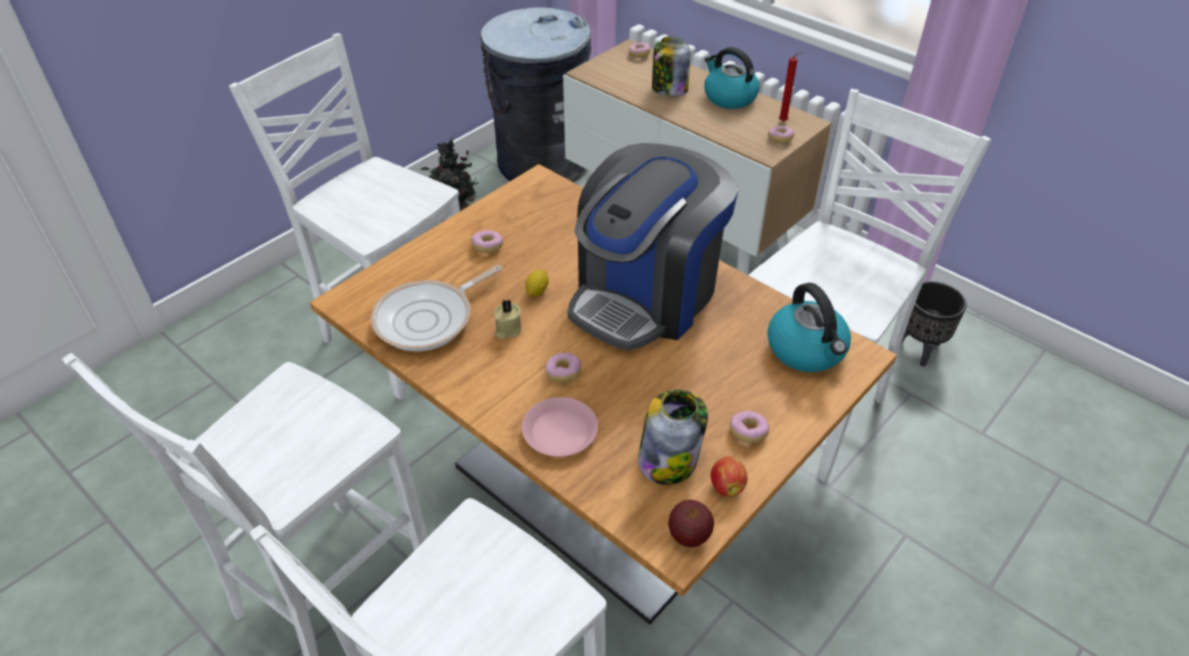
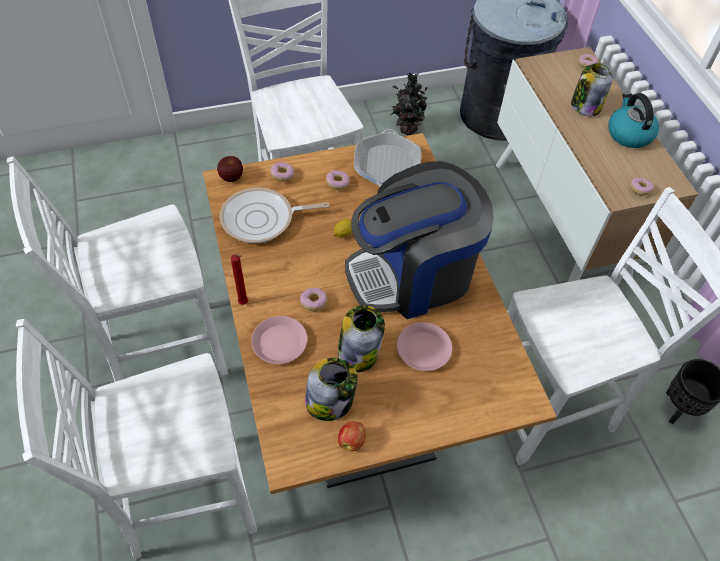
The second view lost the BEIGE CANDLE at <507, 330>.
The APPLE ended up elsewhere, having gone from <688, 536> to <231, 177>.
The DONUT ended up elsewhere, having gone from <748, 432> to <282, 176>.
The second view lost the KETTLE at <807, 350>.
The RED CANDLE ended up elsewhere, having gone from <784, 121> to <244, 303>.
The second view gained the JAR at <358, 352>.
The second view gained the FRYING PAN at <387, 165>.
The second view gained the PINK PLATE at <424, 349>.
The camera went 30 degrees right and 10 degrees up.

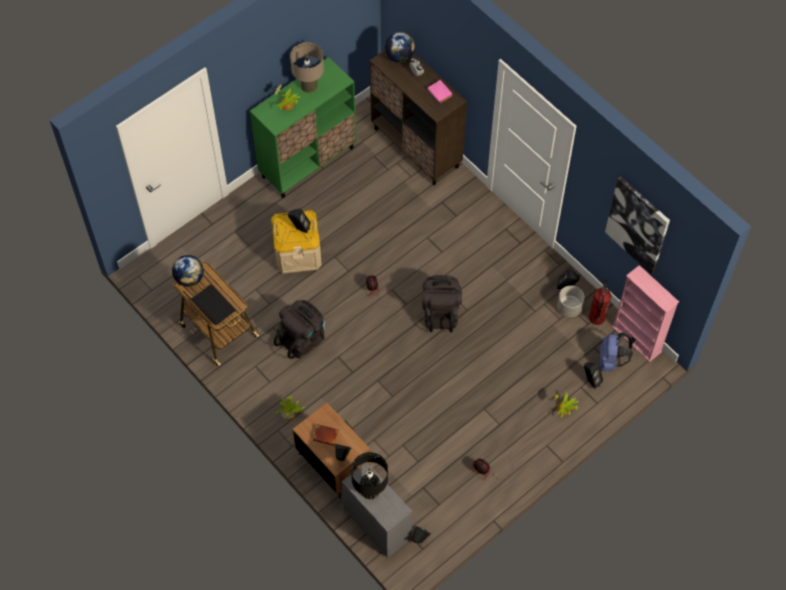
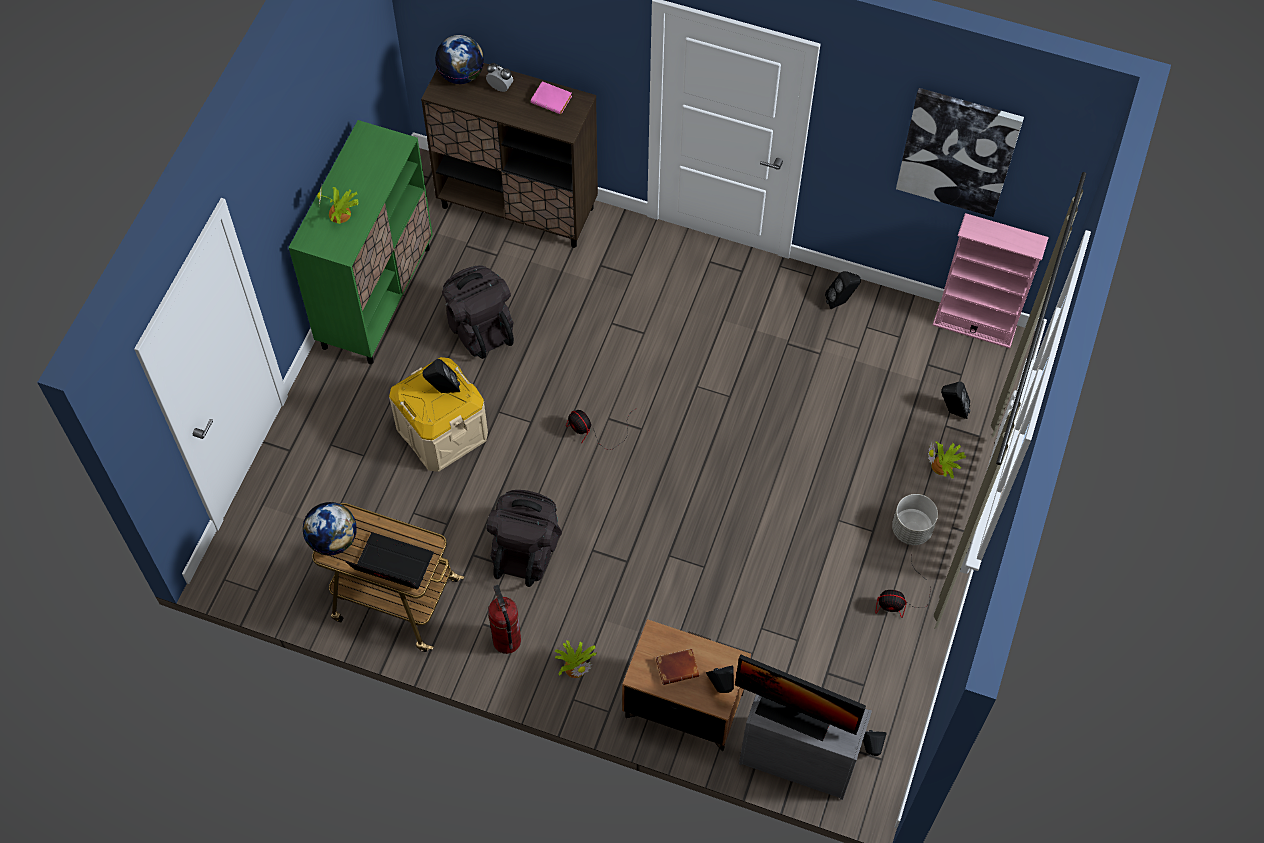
The second view lost the BEIGE TABLE LAMP at <309, 85>.
Where the BLACK TABLE LAMP stood at <370, 490>, the MONITOR came to stand at <794, 713>.
The BLACK BACKPACK ended up elsewhere, having gone from <440, 312> to <480, 328>.
The GREY PLANTER ended up elsewhere, having gone from <569, 308> to <912, 529>.
The FIRE EXTINGUISHER ended up elsewhere, having gone from <597, 317> to <507, 640>.
The second view lost the BLUE BACKPACK at <611, 361>.
The camera went 30 degrees left and 0 degrees up.

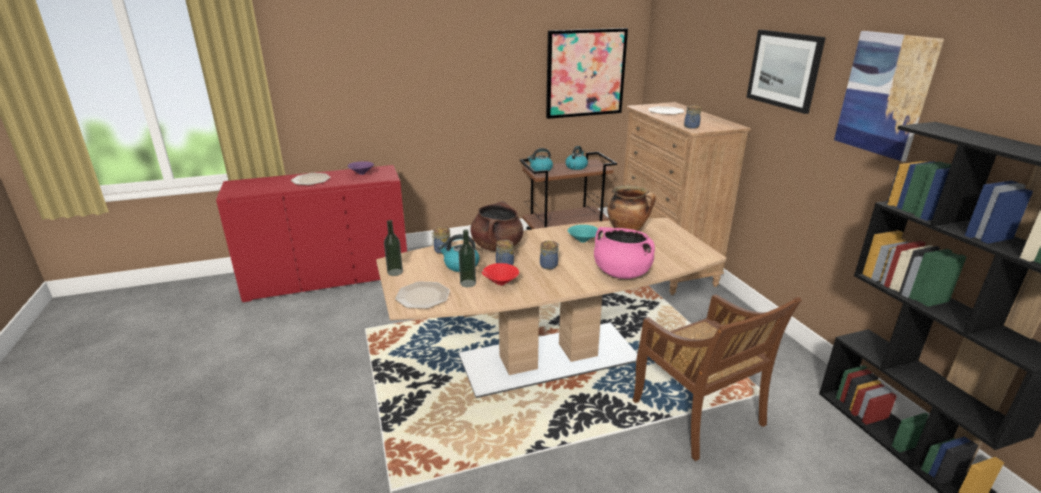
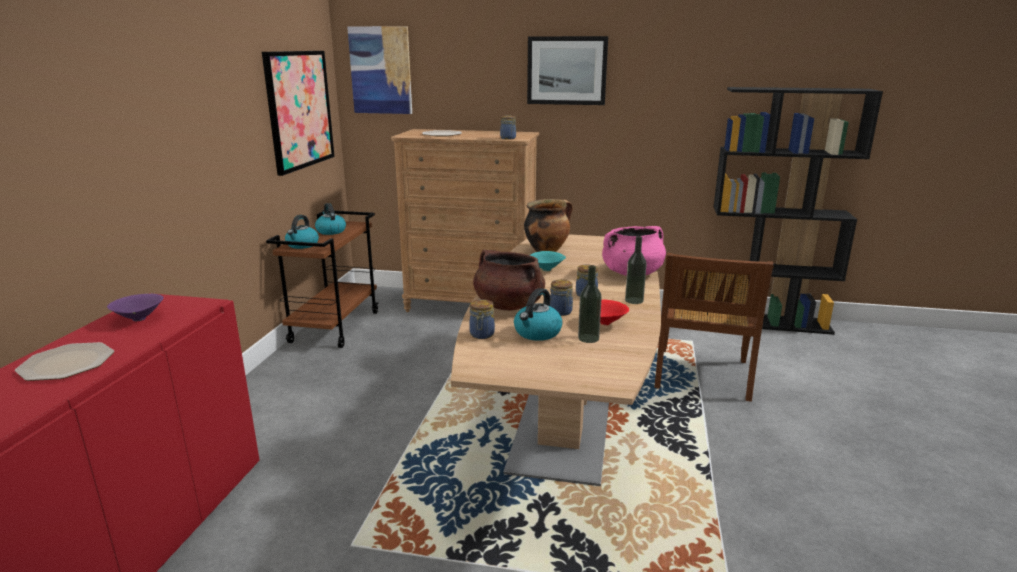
The BOTTLE ended up elsewhere, having gone from <395, 272> to <634, 300>.
The second view lost the PLATE at <422, 296>.
The BROWN CHAIR at <699, 415> ended up facing another way, 105 degrees clockwise from before.
The PICTURE ended up elsewhere, having gone from <884, 94> to <381, 70>.
The camera went 60 degrees left and 5 degrees down.

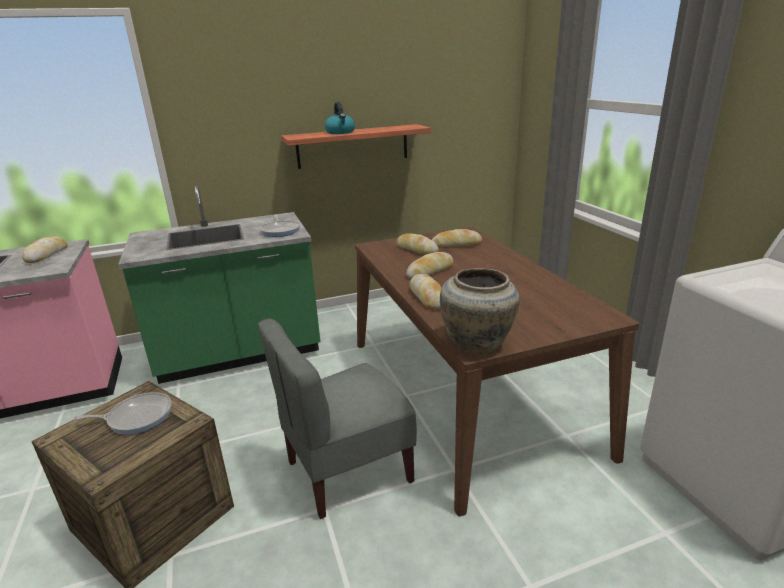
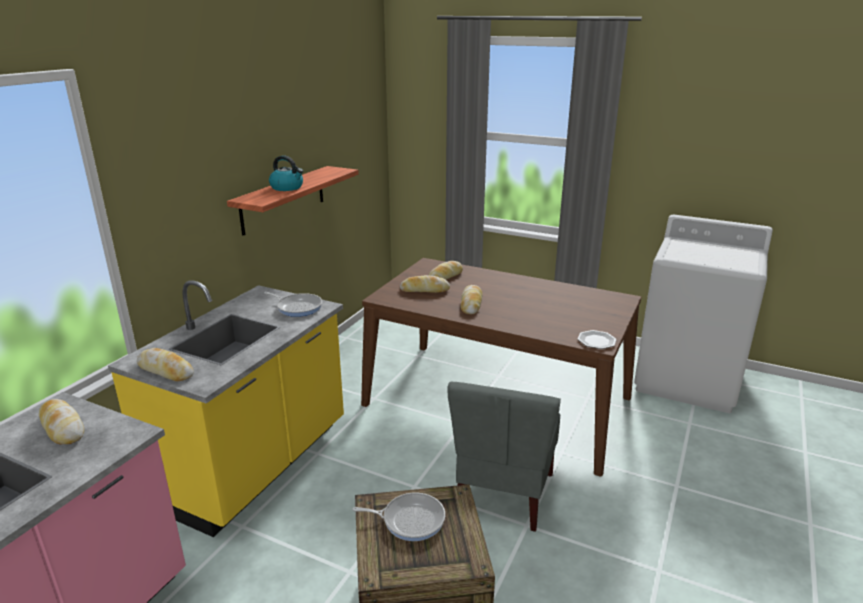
The FRYING PAN at <137, 417> ended up facing another way, 60 degrees clockwise from before.
What was the GREEN COUNTER at <240, 353> turned into the YELLOW COUNTER at <255, 465>.
The BREAD ended up elsewhere, having gone from <427, 297> to <166, 370>.
Where the BEIGE VASE stood at <478, 344>, the PLATE came to stand at <597, 341>.
The camera went 45 degrees left and 0 degrees up.

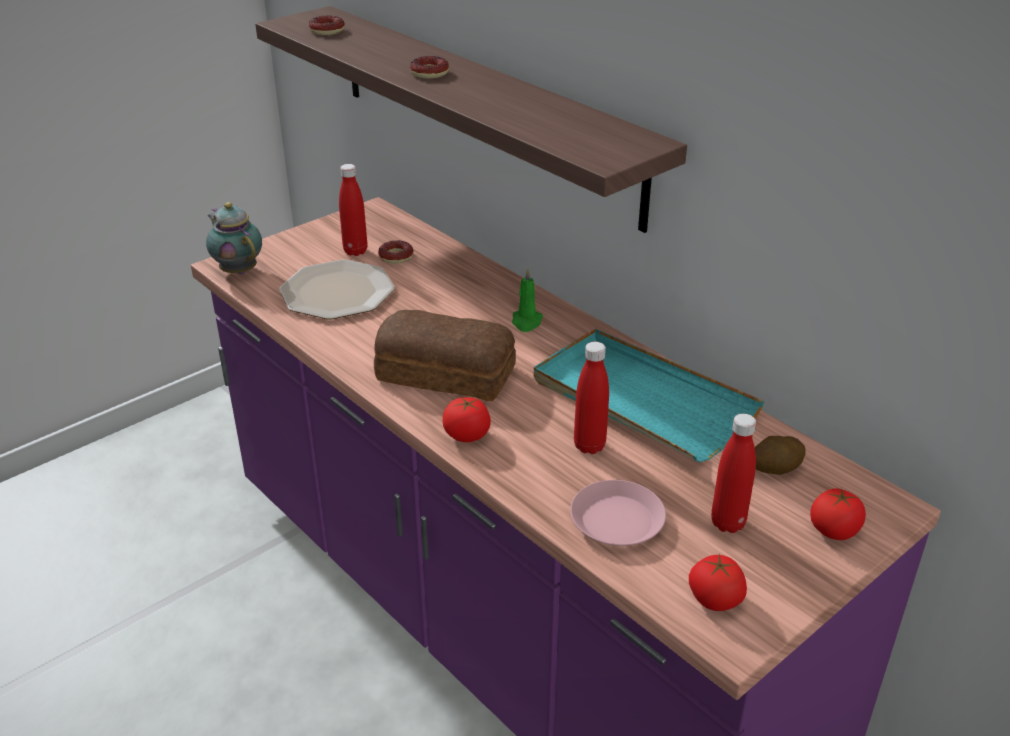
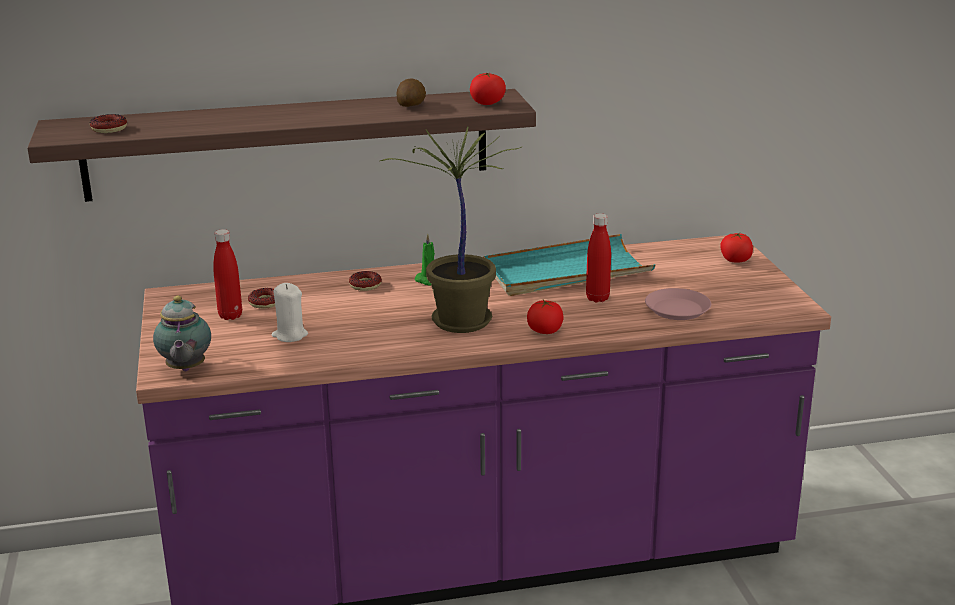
The TEAPOT at <238, 270> ended up facing another way, 90 degrees counterclockwise from before.
Where the PLATE stood at <338, 292>, the WHITE CANDLE came to stand at <290, 335>.
Where the BREAD stood at <444, 372>, the POTTED PLANT came to stand at <459, 321>.
The DONUT ended up elsewhere, having gone from <429, 73> to <365, 285>.
The TOMATO ended up elsewhere, having gone from <715, 599> to <487, 103>.
The second view lost the RED BOTTLE at <727, 523>.
The POTATO ended up elsewhere, having gone from <774, 469> to <411, 106>.
The camera went 60 degrees left and 10 degrees down.

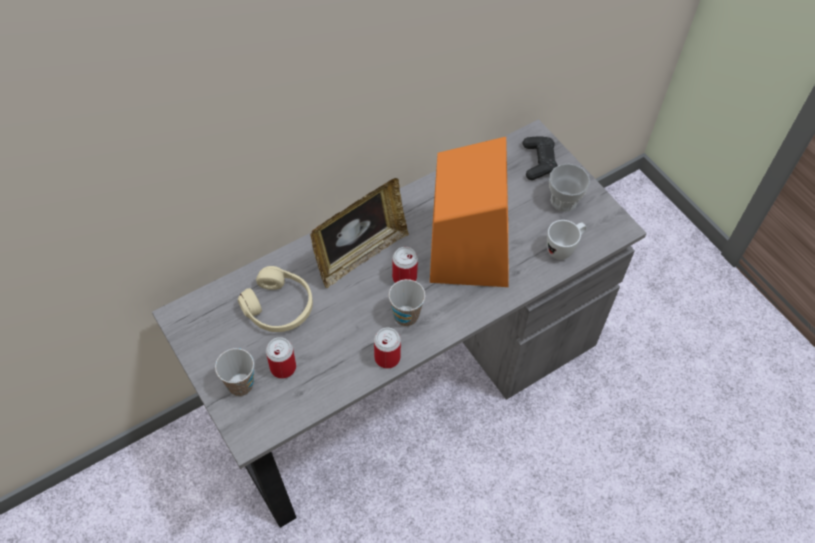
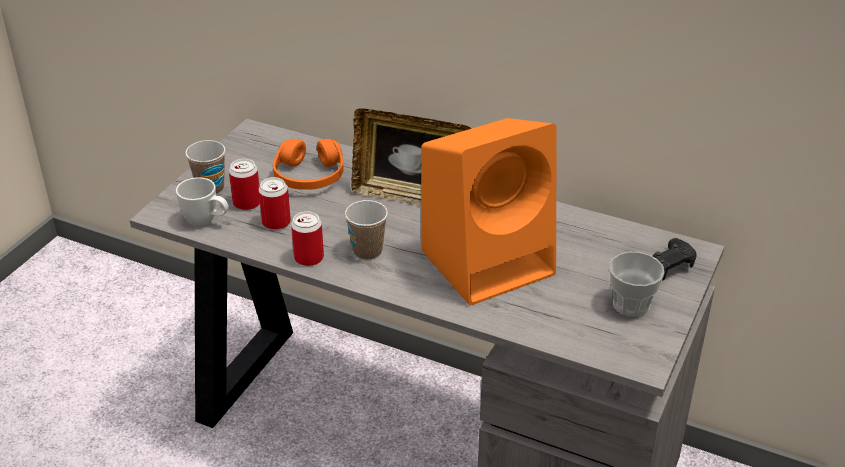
What was the BEIGE HEADPHONES at <279, 307> turned into the ORANGE HEADPHONES at <309, 176>.
The CAN ended up elsewhere, having gone from <404, 277> to <276, 222>.
The WHITE MUG ended up elsewhere, having gone from <563, 248> to <207, 221>.
The camera went 60 degrees right and 20 degrees down.

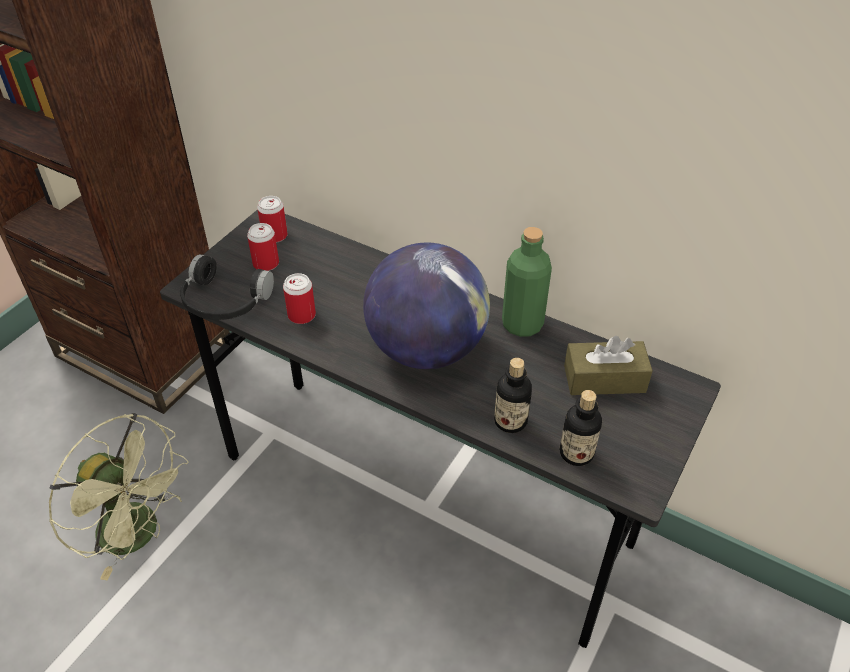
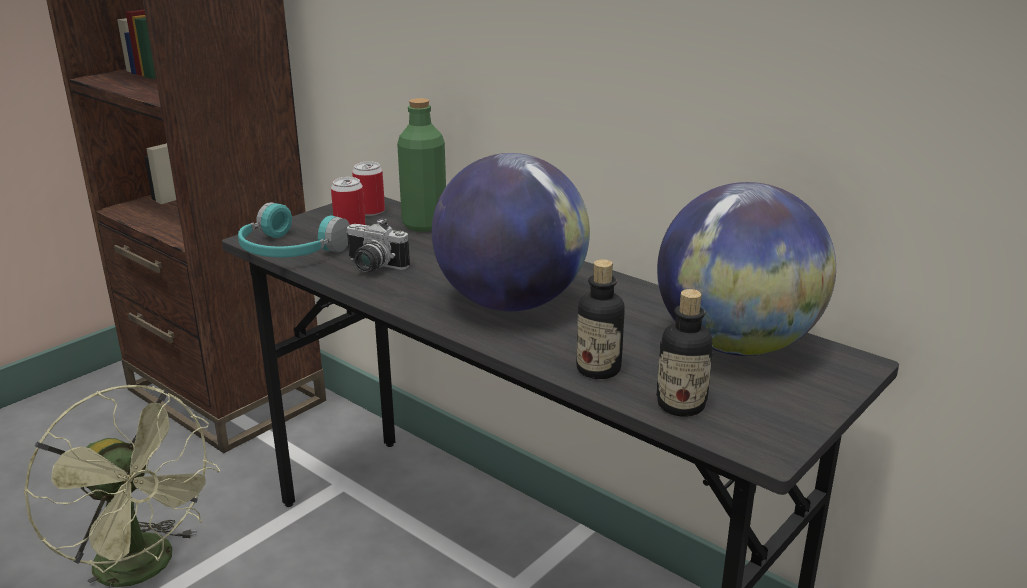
What was the BLACK HEADPHONES at <223, 302> turned into the TURQUOISE HEADPHONES at <288, 251>.
Where the CAN stood at <301, 315>, the PHOTO CAMERA came to stand at <372, 267>.
The GREEN BOTTLE ended up elsewhere, having gone from <522, 324> to <424, 225>.
Where the BROWN TISSUE BOX stood at <604, 379>, the GLOBE came to stand at <736, 345>.
The camera went 10 degrees right and 20 degrees down.

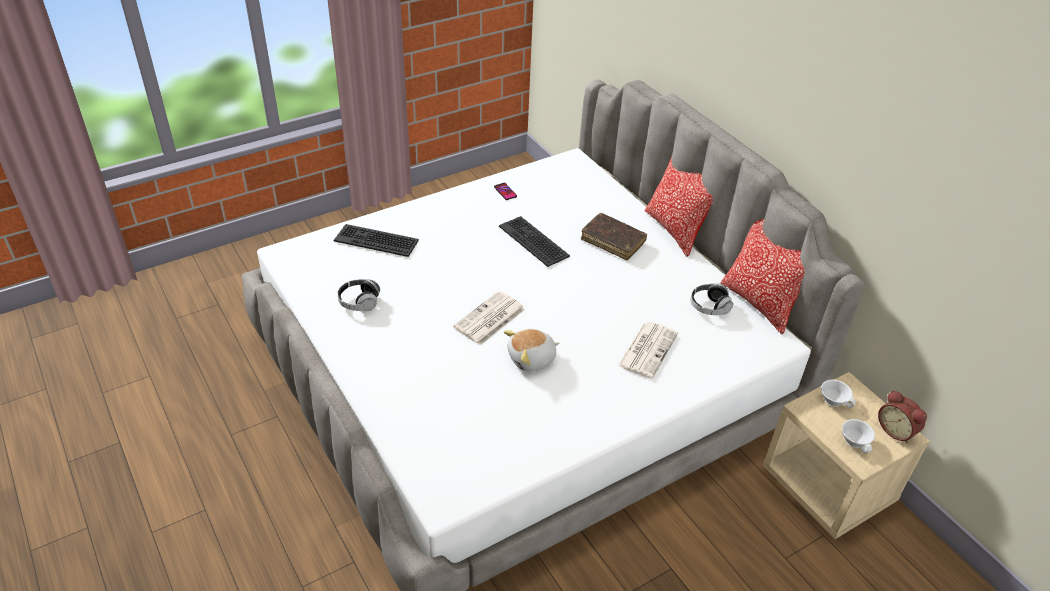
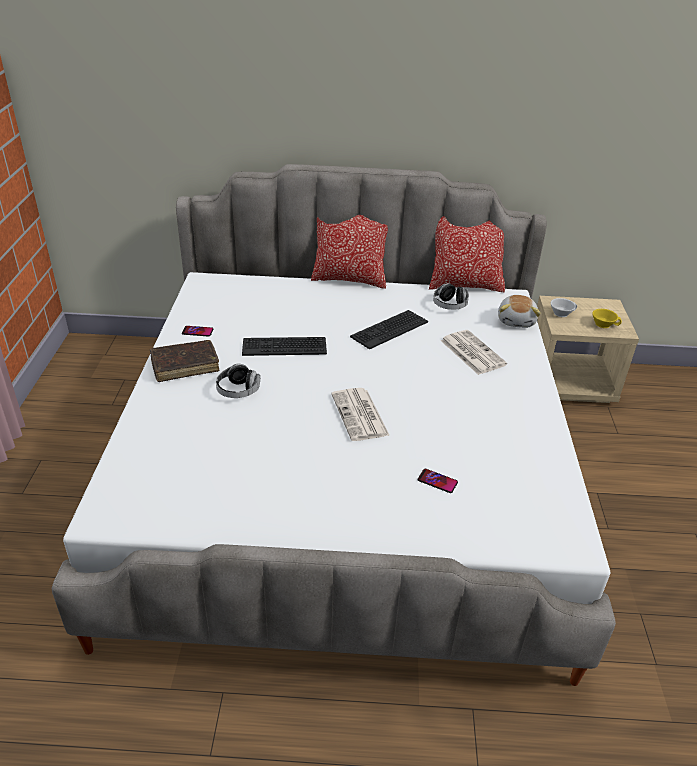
The KEYBOARD ended up elsewhere, having gone from <376, 240> to <389, 329>.
The HEADPHONES ended up elsewhere, having gone from <359, 302> to <238, 391>.
The PLUSH TOY ended up elsewhere, having gone from <532, 359> to <517, 321>.
The BROWN BOOK ended up elsewhere, having gone from <613, 241> to <185, 366>.
What was the WHITE CUP at <856, 441> turned into the YELLOW CUP at <603, 324>.
The second view lost the ALARM CLOCK at <896, 430>.
The second view gained the PHONE at <437, 481>.
The camera went 55 degrees left and 5 degrees down.

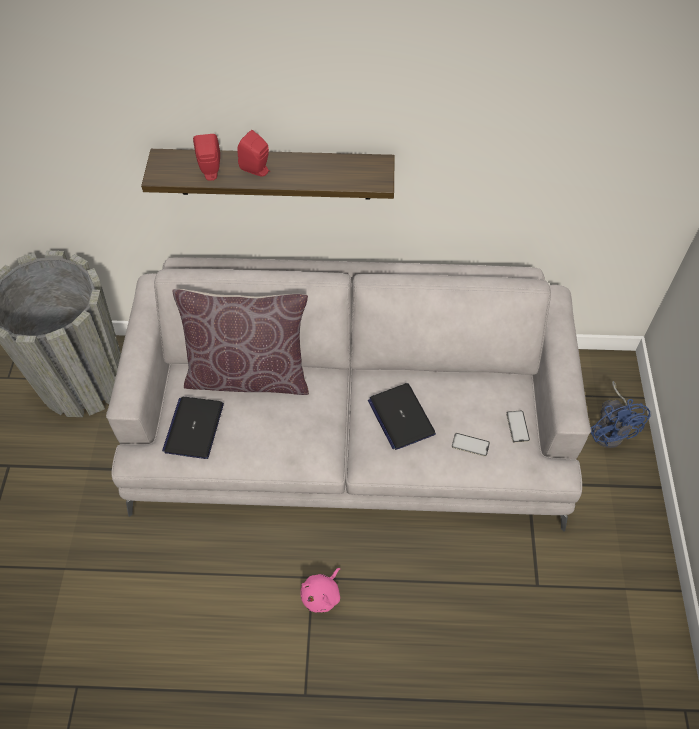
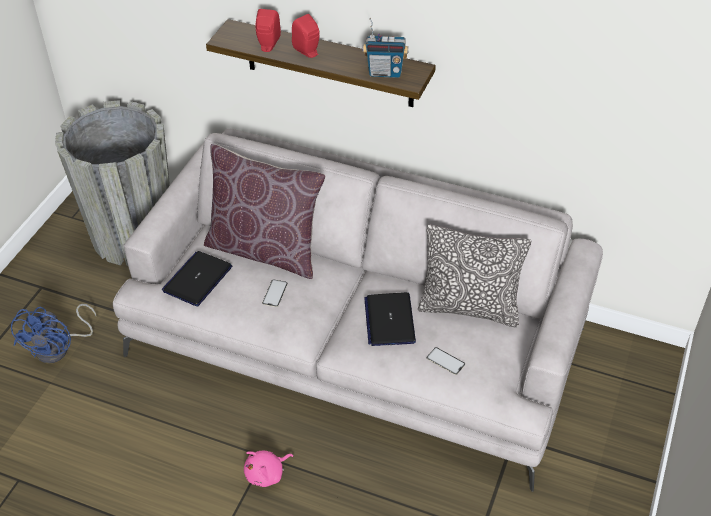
The PHONE ended up elsewhere, having gone from <517, 426> to <275, 293>.
The BLUE FAN ended up elsewhere, having gone from <610, 429> to <59, 348>.
The second view gained the RADIO at <385, 73>.
The second view gained the PILLOW at <469, 308>.
The camera went 20 degrees right and 10 degrees down.

